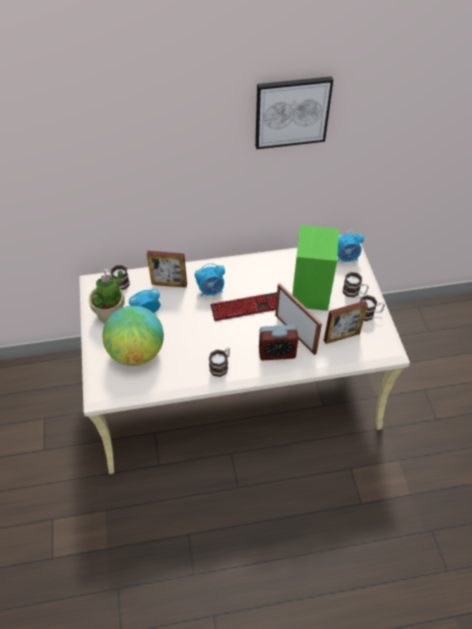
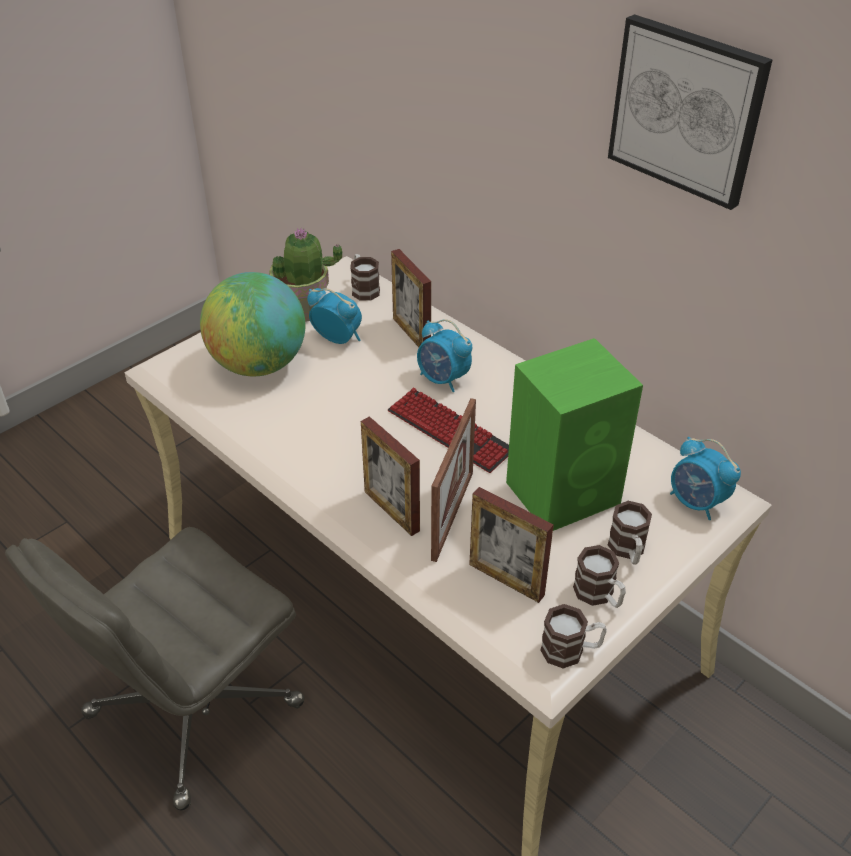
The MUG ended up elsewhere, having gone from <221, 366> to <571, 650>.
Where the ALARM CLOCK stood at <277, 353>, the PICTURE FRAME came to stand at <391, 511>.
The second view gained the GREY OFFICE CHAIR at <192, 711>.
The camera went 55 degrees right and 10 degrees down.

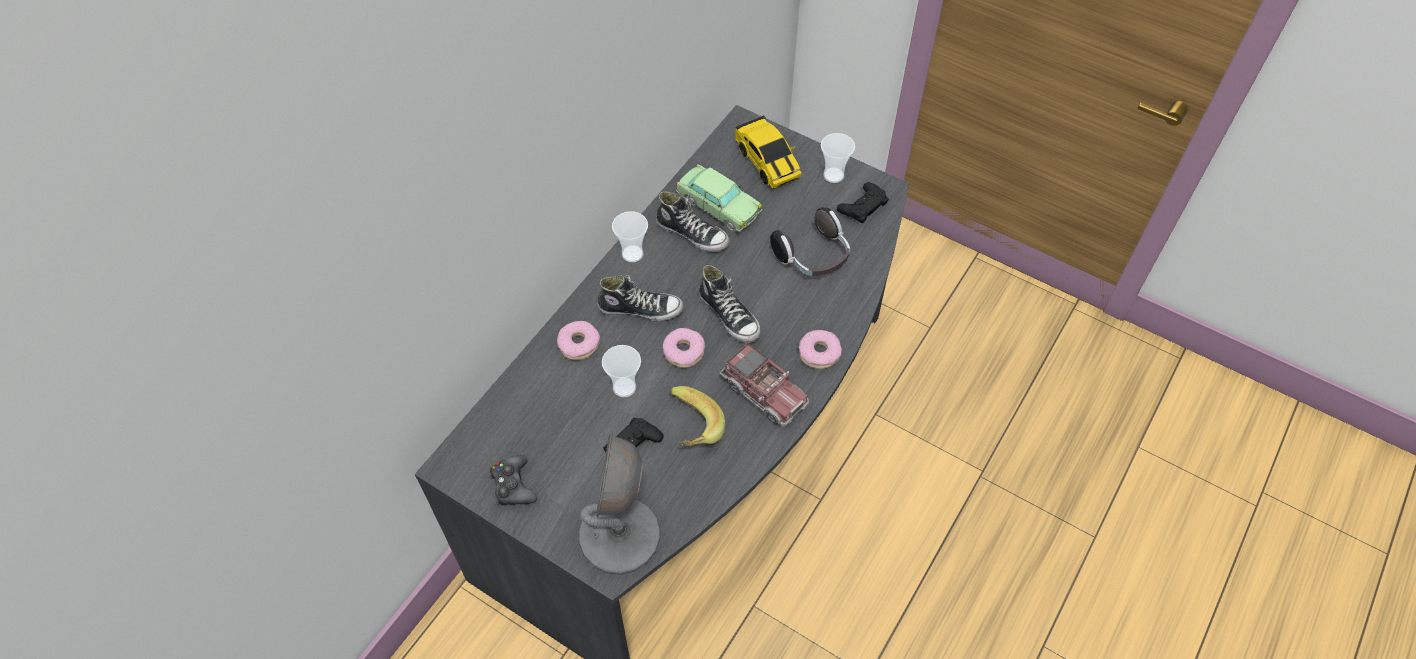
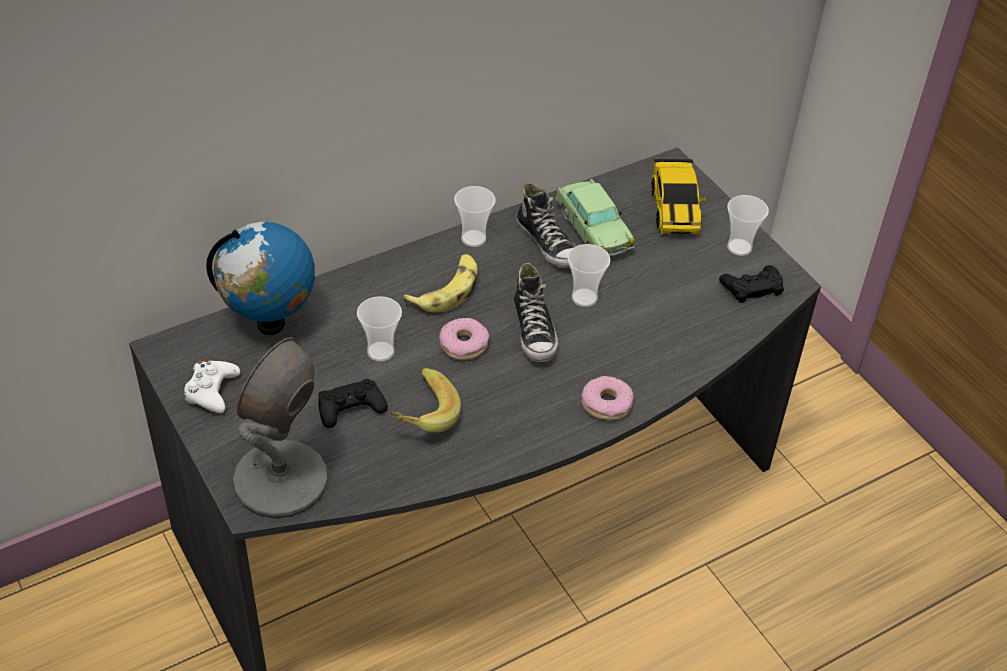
What was the BLACK GAME CONTROLLER at <513, 485> turned into the WHITE GAME CONTROLLER at <211, 391>.
The second view lost the DONUT at <579, 344>.
Where the SHOE stood at <641, 309>, the BANANA came to stand at <447, 290>.
The second view lost the TOY TRUCK at <764, 392>.
The second view lost the HEADPHONES at <813, 257>.
The second view gained the GLOBE at <270, 324>.
The second view gained the CUP at <584, 298>.
The camera went 25 degrees right and 10 degrees down.

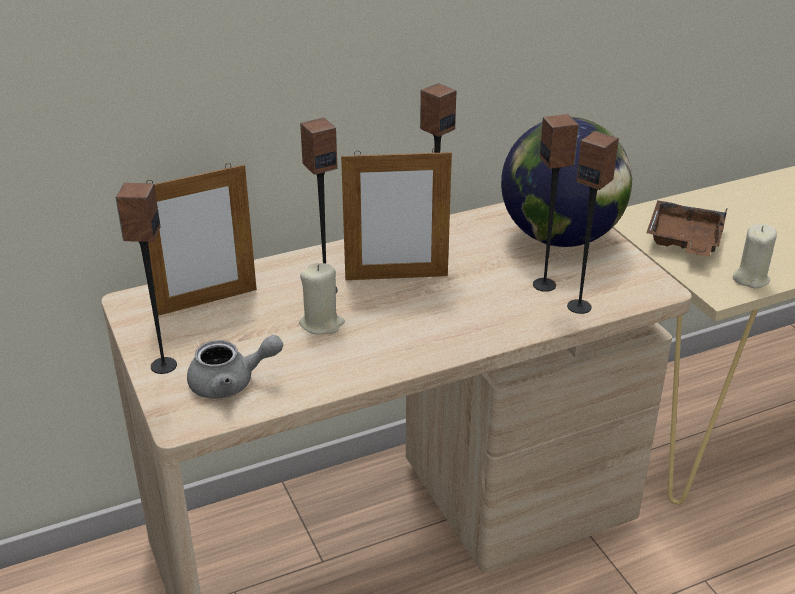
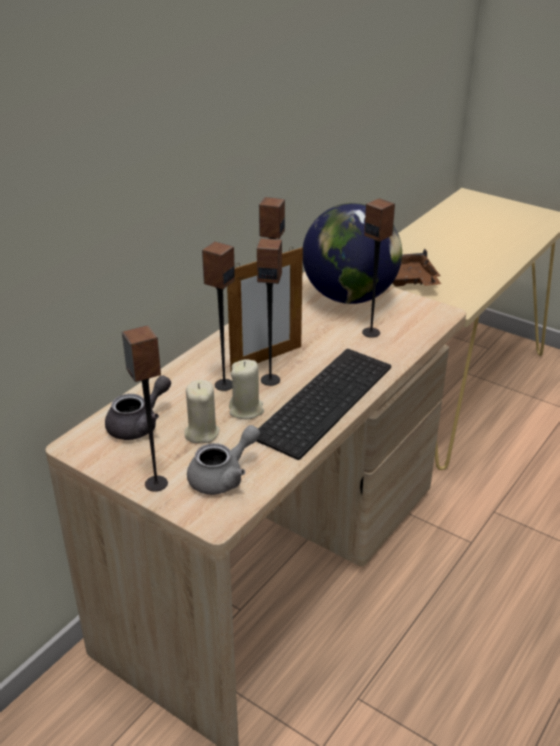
Where the PICTURE FRAME stood at <206, 302>, the GREY TEAPOT came to stand at <139, 424>.
The SPEAKER ended up elsewhere, having gone from <579, 306> to <270, 380>.
The BEIGE CANDLE ended up elsewhere, having gone from <750, 278> to <201, 432>.
The second view gained the KEYBOARD at <323, 399>.
The camera went 30 degrees left and 0 degrees up.

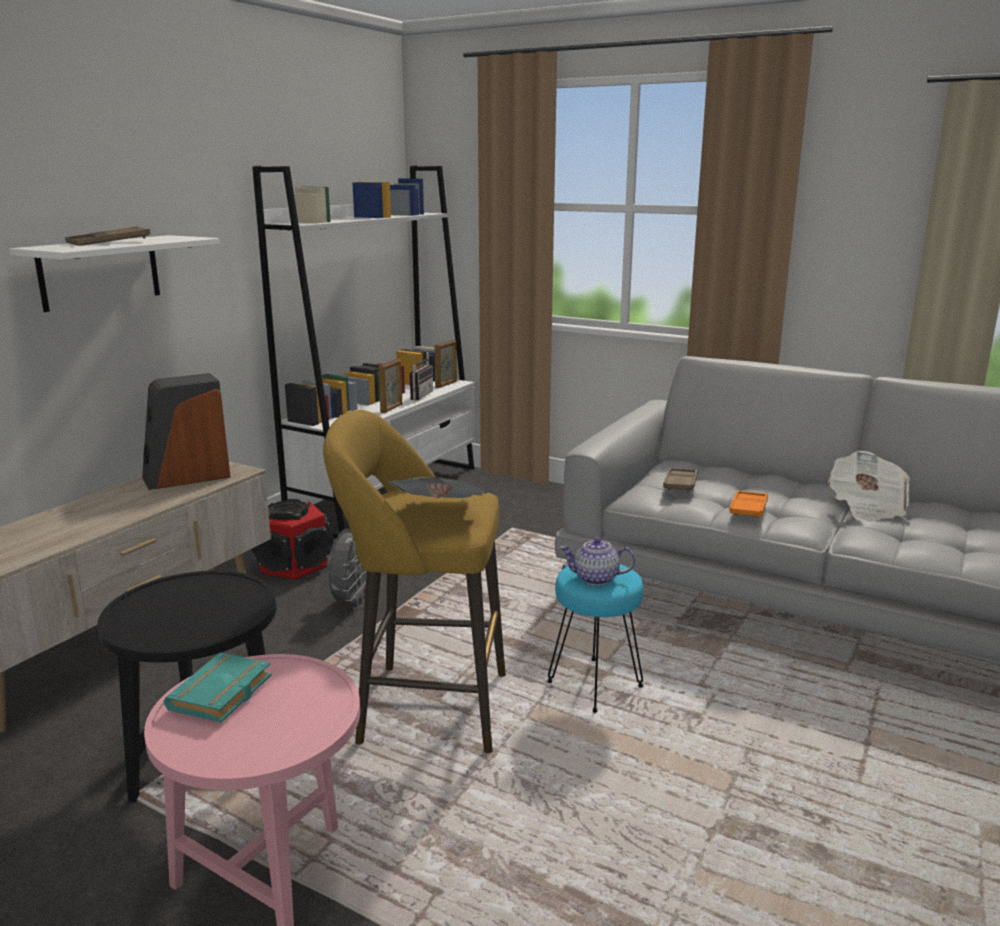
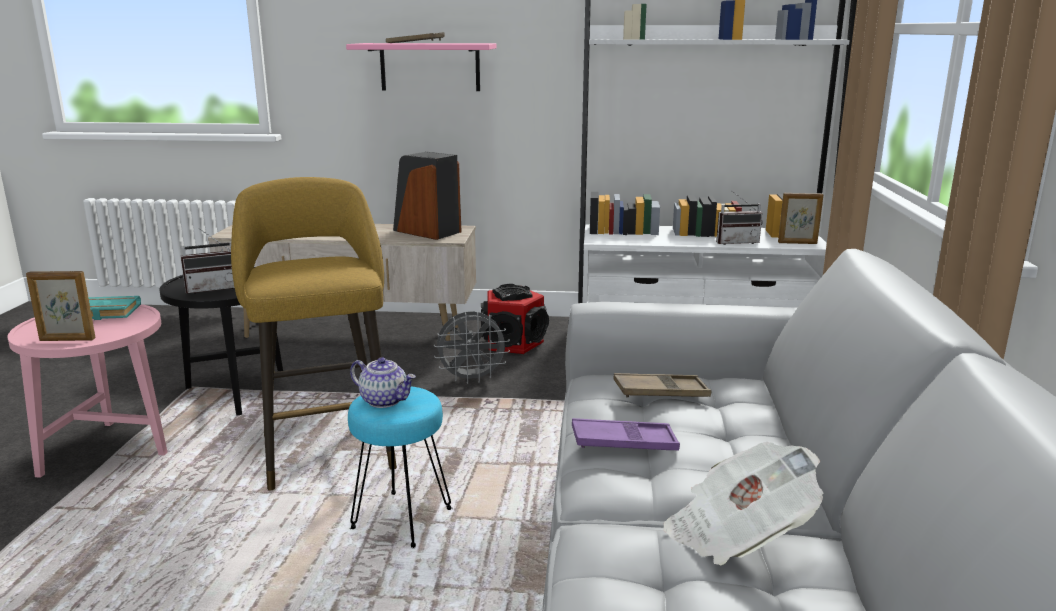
What was the WHITE SHELF at <100, 272> turned into the PINK SHELF at <430, 67>.
The PICTURE FRAME ended up elsewhere, having gone from <392, 408> to <67, 340>.
The second view lost the NEWSPAPER at <439, 514>.
The TEAPOT at <595, 578> ended up facing another way, 135 degrees clockwise from before.
What was the ORANGE TRAY at <748, 509> turned into the PURPLE TRAY at <624, 442>.
The second view gained the RADIO at <213, 288>.
The camera went 65 degrees right and 0 degrees up.

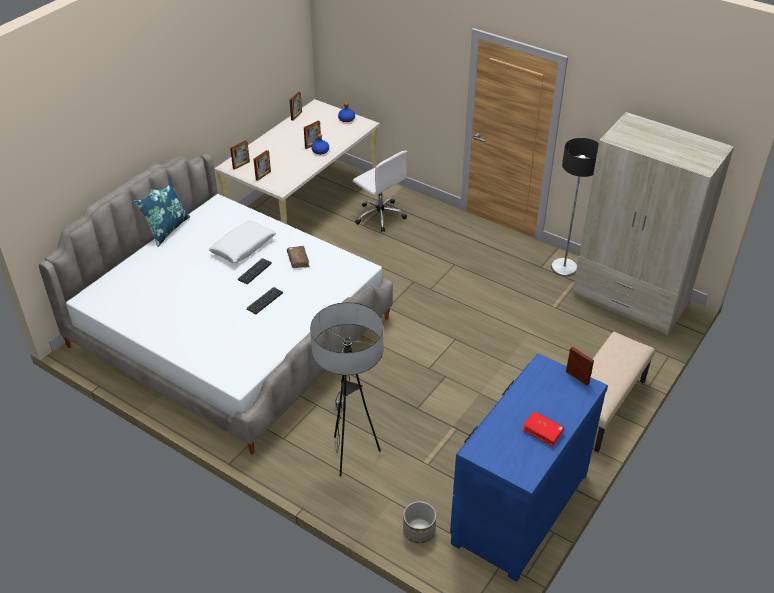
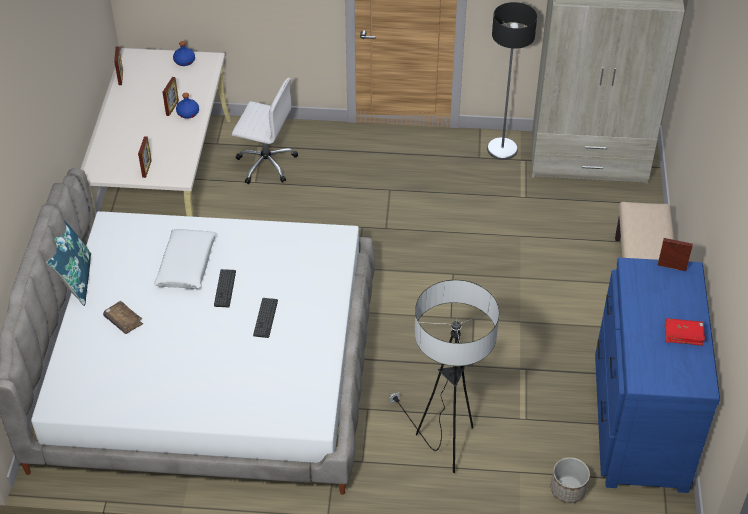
The second view lost the PICTURE FRAME at <241, 165>.
The BROWN BOOK ended up elsewhere, having gone from <298, 260> to <123, 321>.
The camera went 30 degrees left and 5 degrees up.

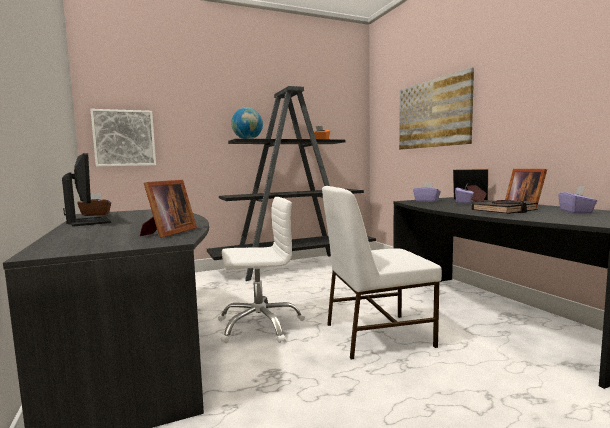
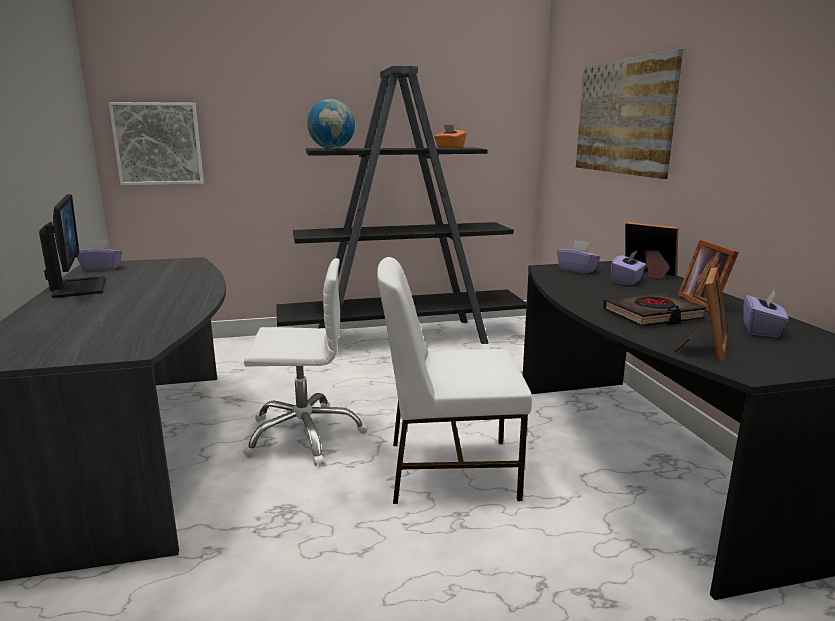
What was the BROWN TISSUE BOX at <96, 214> turned into the PURPLE TISSUE BOX at <102, 268>.
The PICTURE FRAME ended up elsewhere, having gone from <168, 233> to <704, 348>.
The camera went 10 degrees right and 10 degrees up.

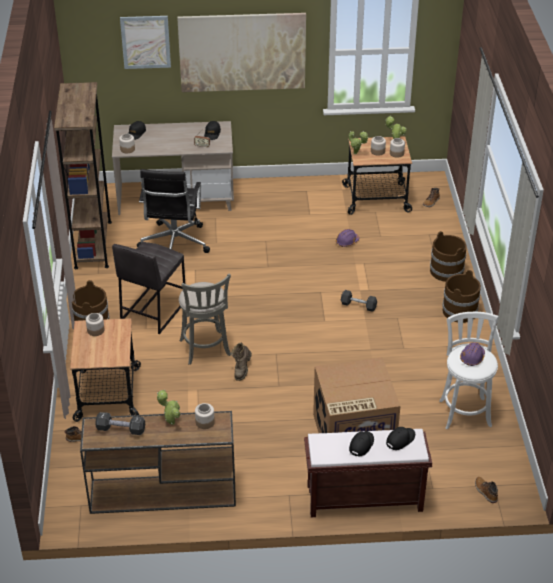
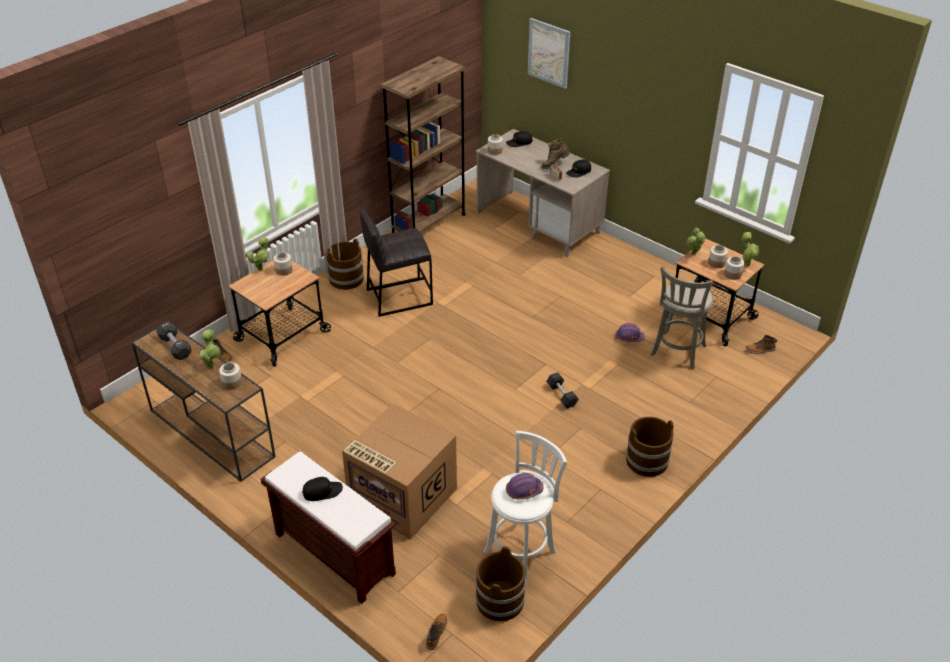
The second view lost the BLACK OFFICE CHAIR at <174, 245>.
The second view lost the PICTURE at <242, 52>.
The GREY STOOL ended up elsewhere, having gone from <205, 350> to <677, 352>.
The BROWN BOOT ended up elsewhere, having gone from <241, 370> to <554, 165>.
The second view lost the BLACK CAP at <400, 440>.
The BROWN BUCKET ended up elsewhere, having gone from <446, 271> to <500, 601>.
The second view gained the POTTED PLANT at <262, 269>.
The camera went 45 degrees right and 0 degrees up.

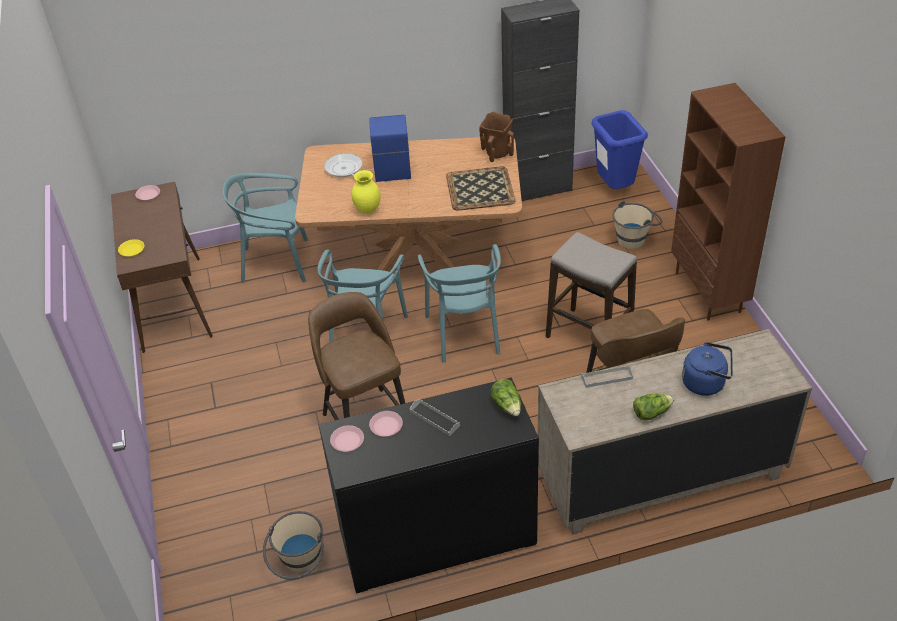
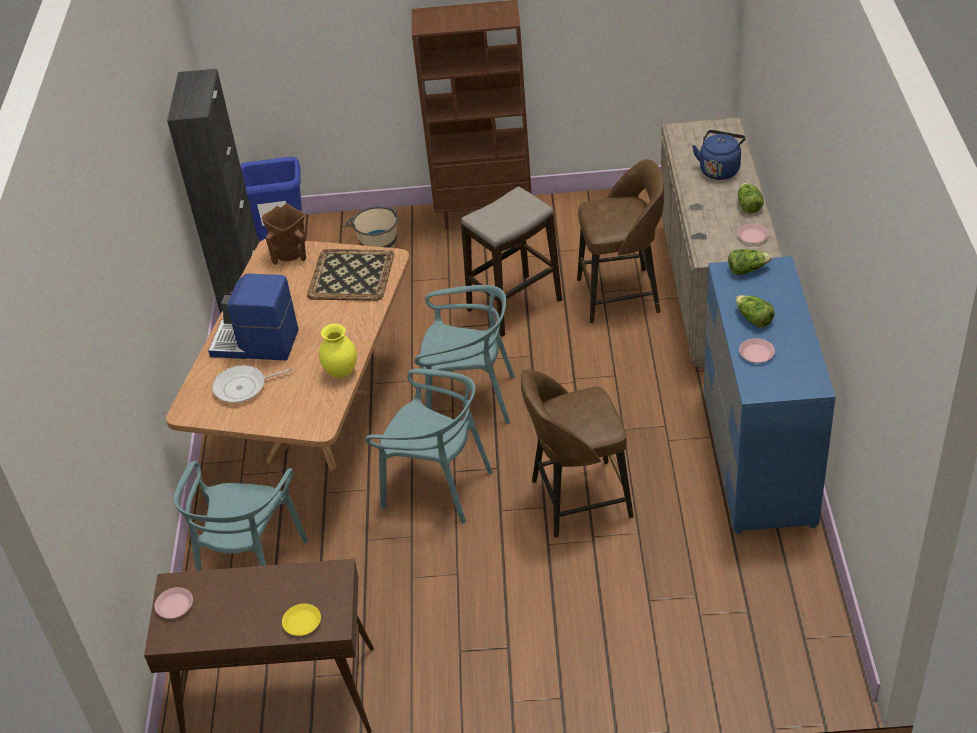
The second view lost the BEIGE BUCKET at <300, 565>.
What was the BLACK DRESSER at <437, 538> turned into the BLUE DRESSER at <758, 456>.
The PINK PLATE ended up elsewhere, having gone from <347, 441> to <752, 236>.
Where the GREY TRAY stood at <434, 418>, the LETTUCE came to stand at <753, 319>.
The camera went 75 degrees left and 0 degrees up.

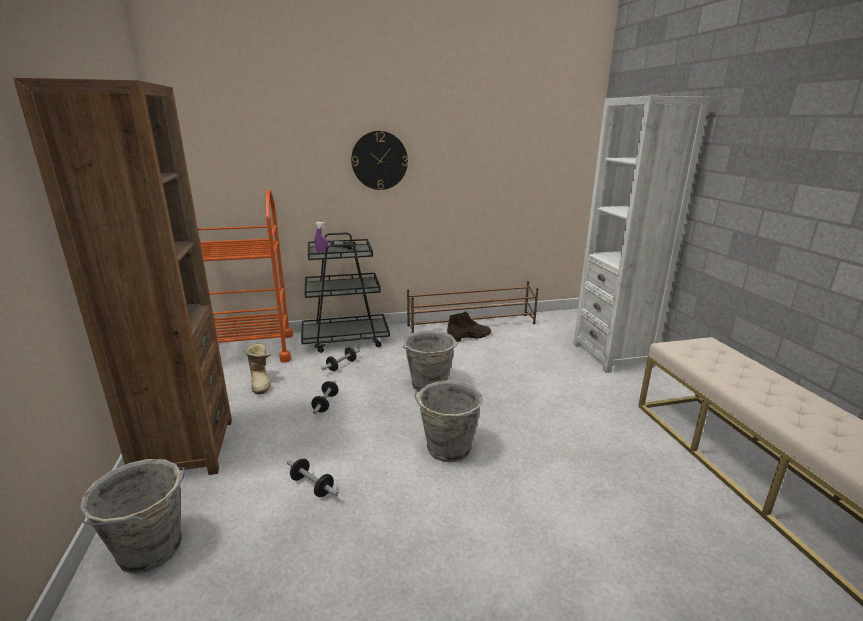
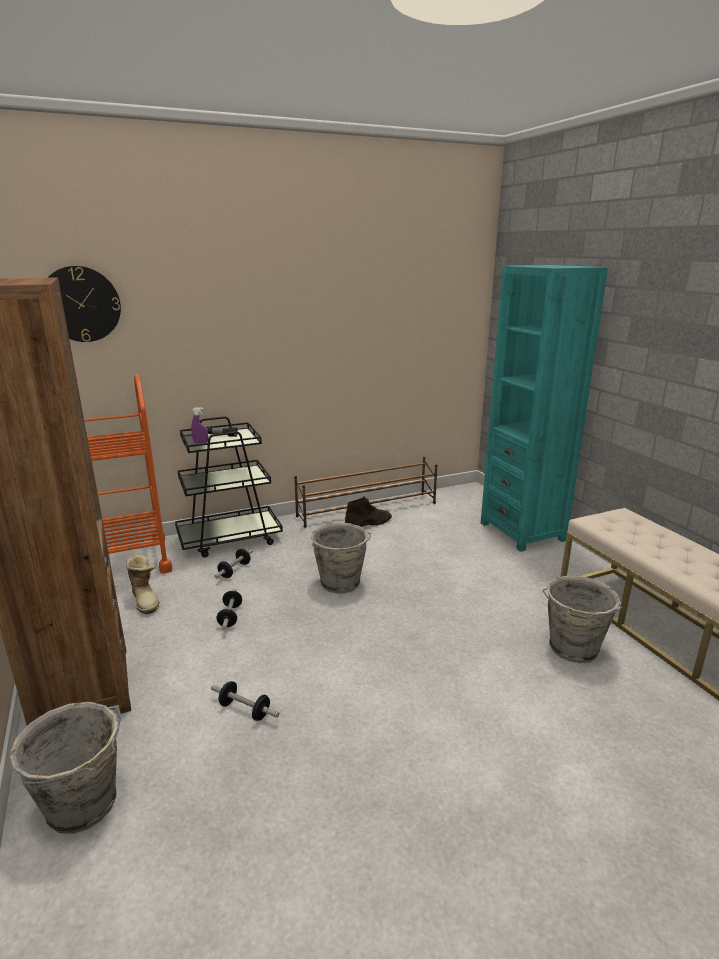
The WALL CLOCK ended up elsewhere, having gone from <379, 160> to <81, 304>.
The GREY BUCKET ended up elsewhere, having gone from <447, 449> to <573, 649>.
What was the WHITE BOOKCASE at <612, 355> turned into the TURQUOISE BOOKCASE at <522, 531>.
The camera went 10 degrees left and 0 degrees up.

